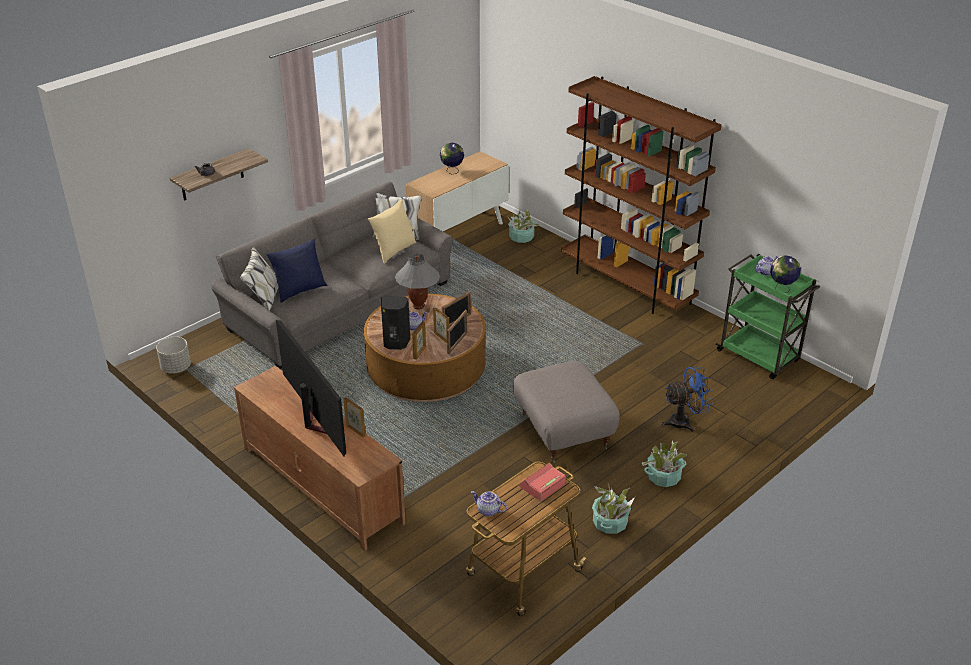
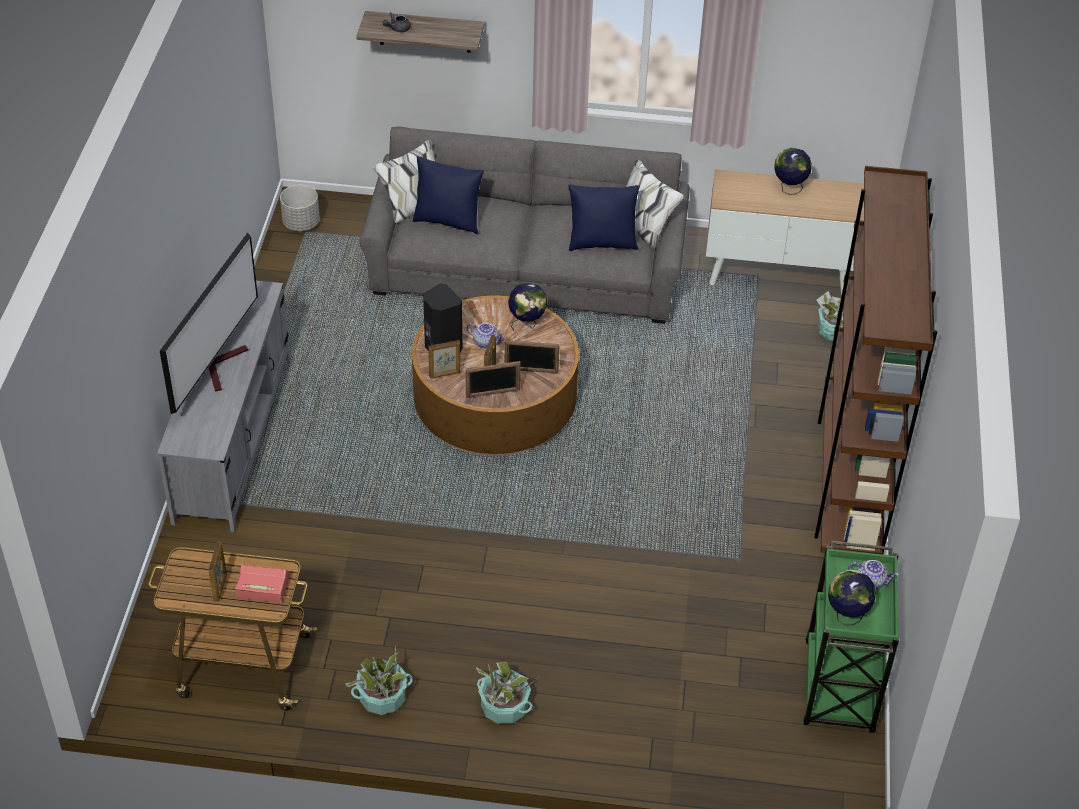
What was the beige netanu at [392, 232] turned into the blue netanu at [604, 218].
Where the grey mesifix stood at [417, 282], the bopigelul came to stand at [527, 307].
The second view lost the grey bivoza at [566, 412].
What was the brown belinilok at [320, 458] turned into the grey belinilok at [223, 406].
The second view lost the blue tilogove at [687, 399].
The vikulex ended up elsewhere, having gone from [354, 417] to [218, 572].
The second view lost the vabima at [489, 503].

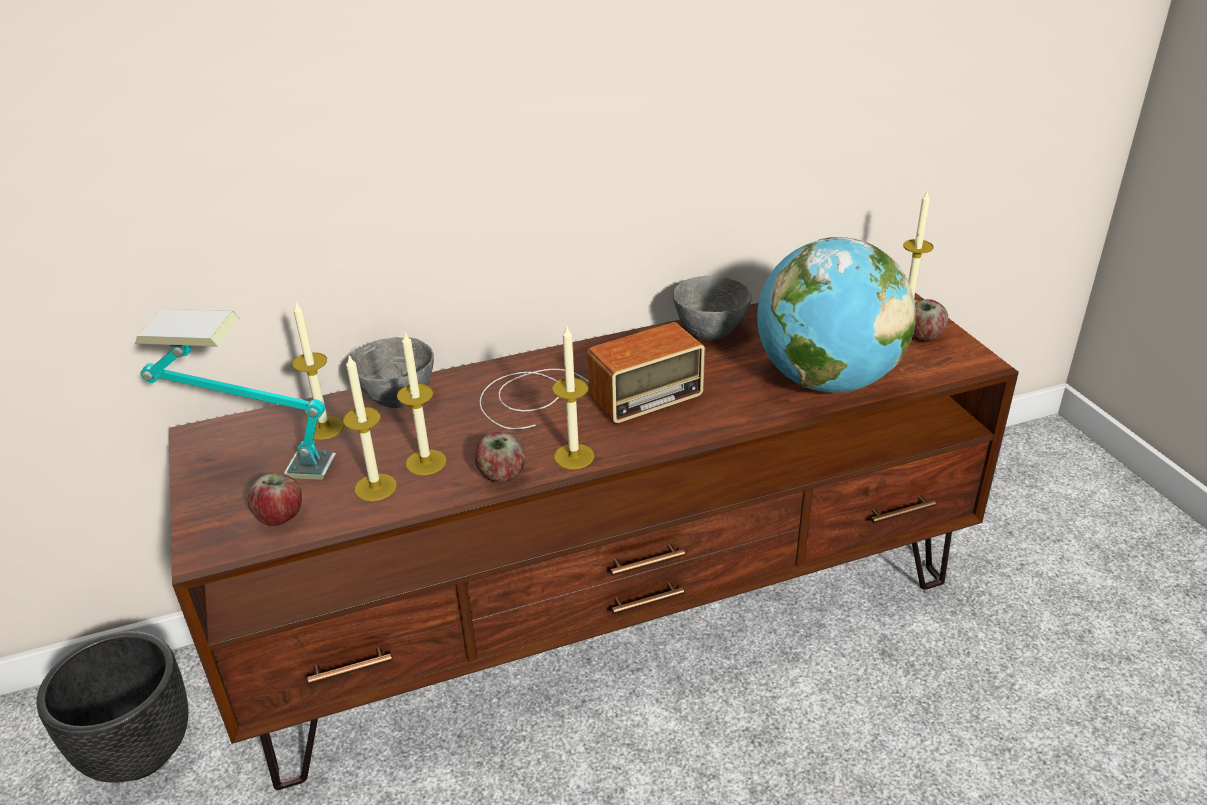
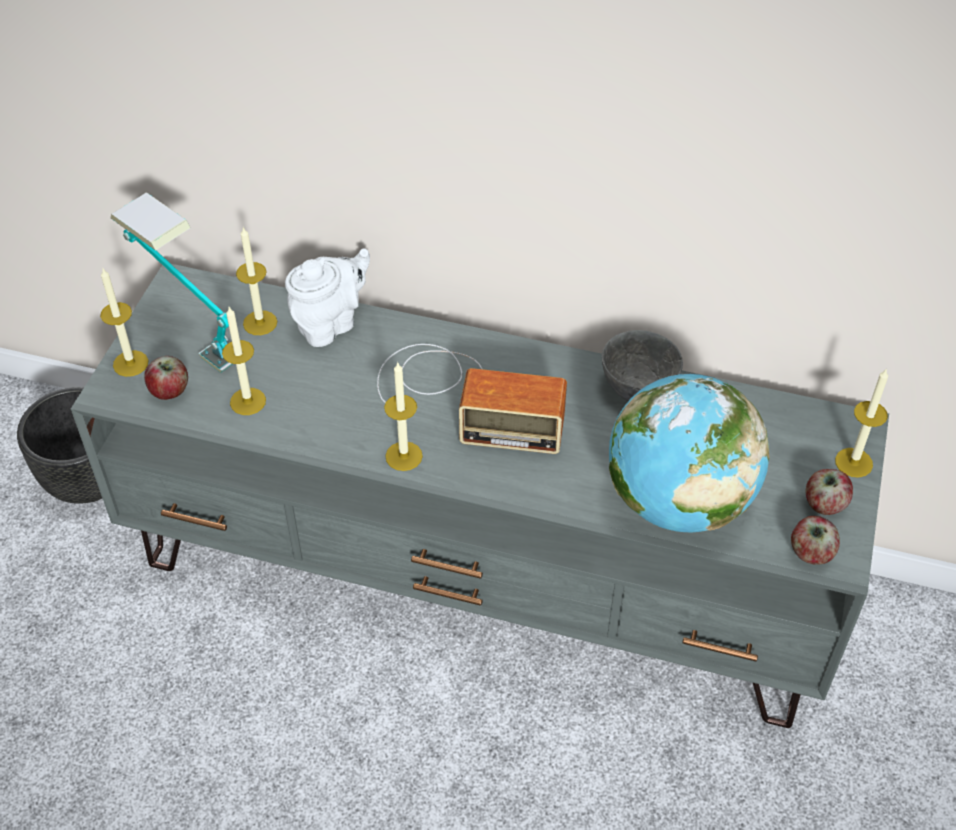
What was the brown belinilok at [594, 541] turned into the grey belinilok at [480, 496].
The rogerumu ended up elsewhere, having gone from [422, 404] to [124, 323].
Where the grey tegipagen stood at [392, 372], the white vabima came to stand at [327, 297].
The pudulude ended up elsewhere, having gone from [500, 457] to [815, 540].

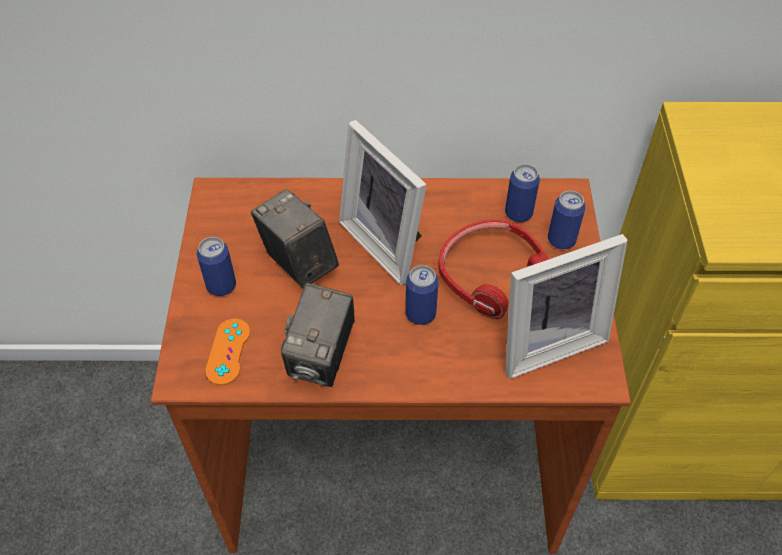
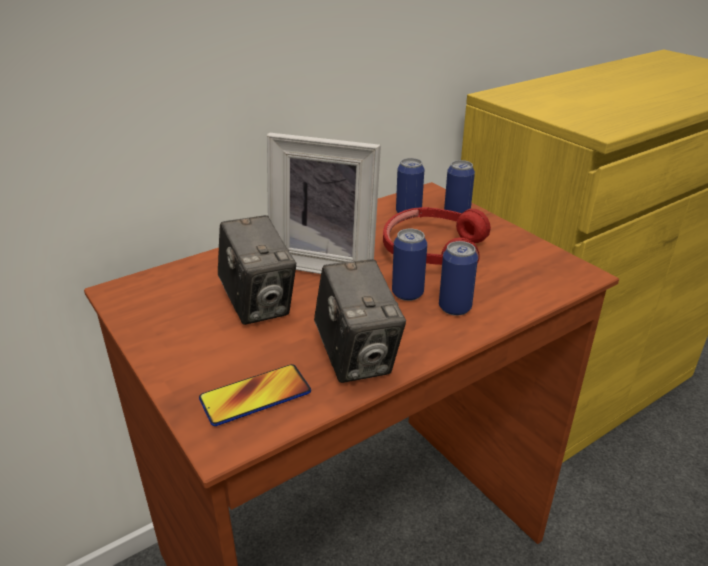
The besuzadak at [295, 238] ended up facing another way, 135 degrees counterclockwise from before.
The second view lost the vikulex at [566, 306].
The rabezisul ended up elsewhere, having gone from [216, 266] to [458, 278].
Where the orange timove stood at [227, 352], the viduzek came to stand at [255, 395].

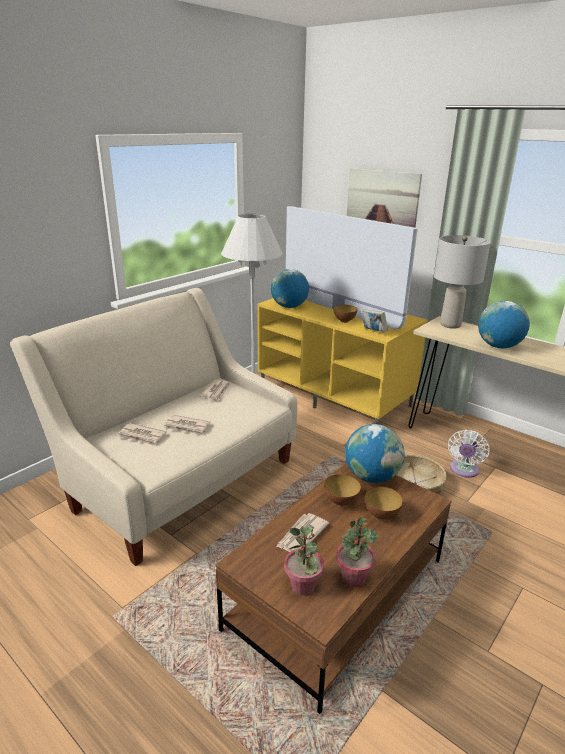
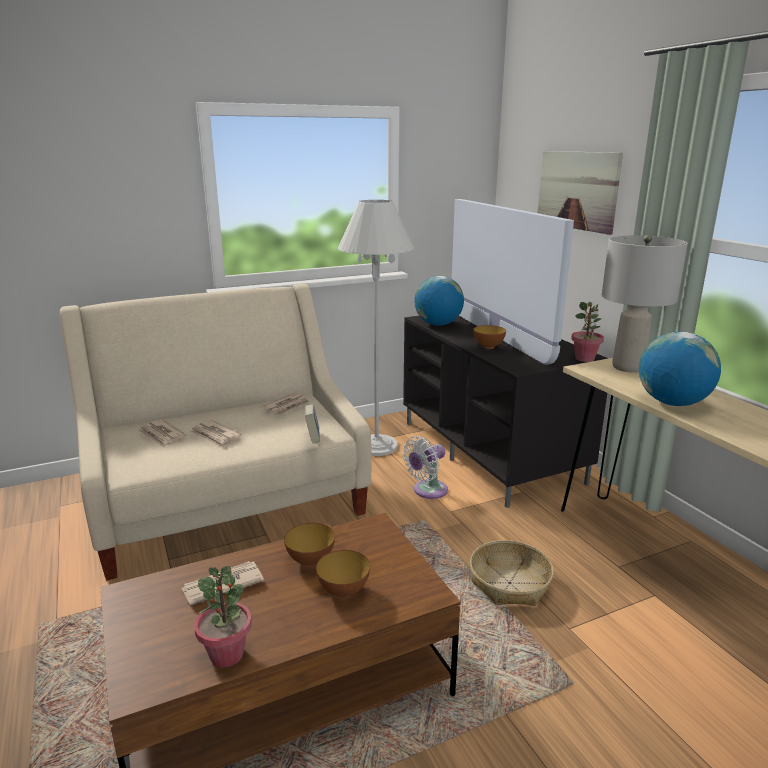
What was the yellow belinilok at [342, 361] turned into the black belinilok at [506, 412].
The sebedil ended up elsewhere, having gone from [374, 320] to [312, 423].
The second view lost the bopigelul at [374, 453].
The white tilogove ended up elsewhere, having gone from [469, 454] to [425, 467].
The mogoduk ended up elsewhere, having gone from [304, 560] to [587, 332].

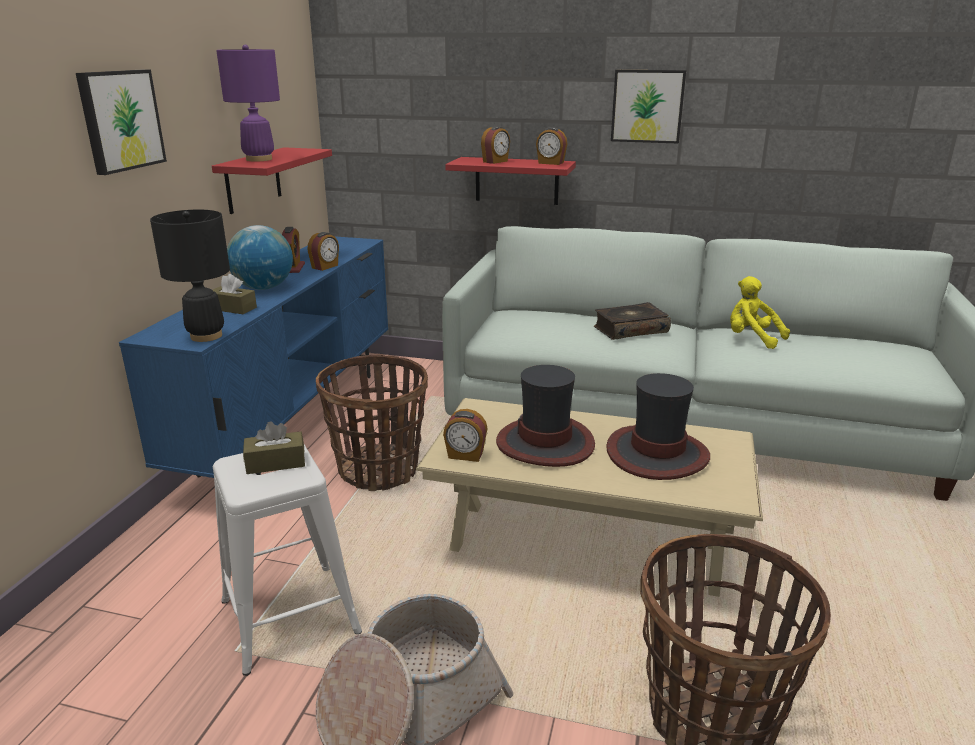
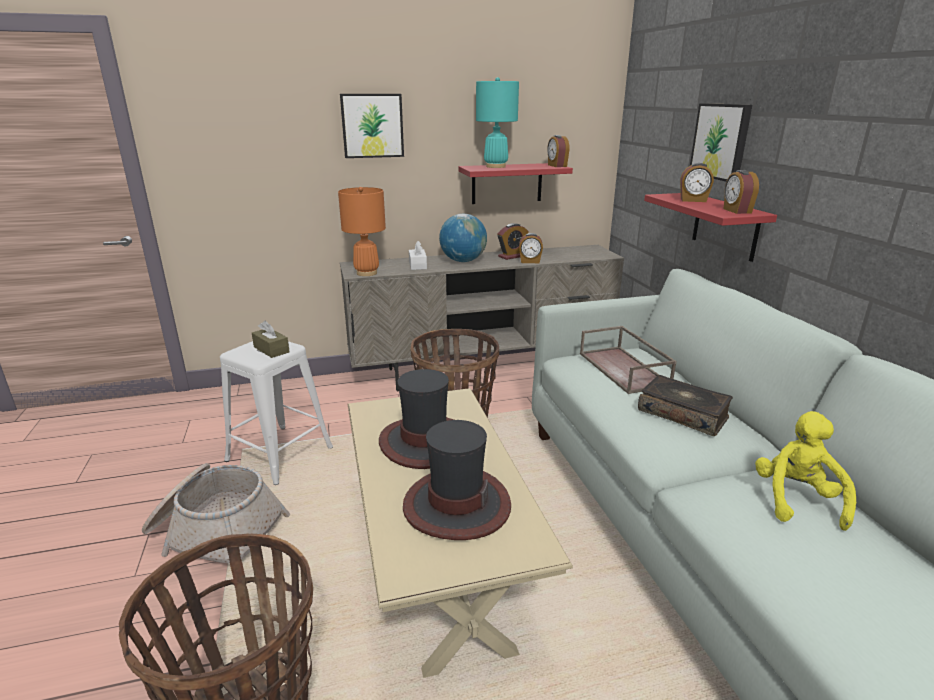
What was the purple mesifix at [248, 102] turned into the turquoise mesifix at [497, 122].
The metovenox ended up elsewhere, having gone from [648, 107] to [721, 142].
What was the black mesifix at [190, 276] turned into the orange mesifix at [362, 231].
What was the blue belinilok at [253, 357] turned into the beige belinilok at [482, 318].
What was the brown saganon at [235, 294] turned into the white saganon at [418, 255].
The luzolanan ended up elsewhere, having gone from [465, 435] to [558, 151].
The second view gained the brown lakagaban at [628, 360].

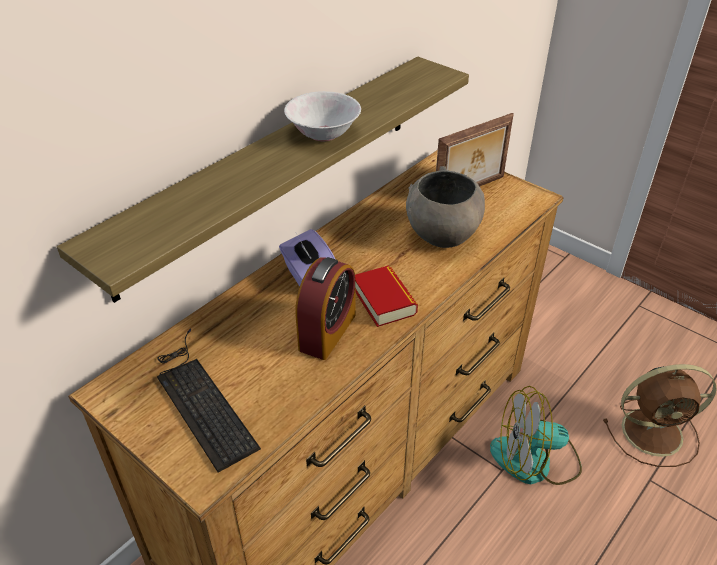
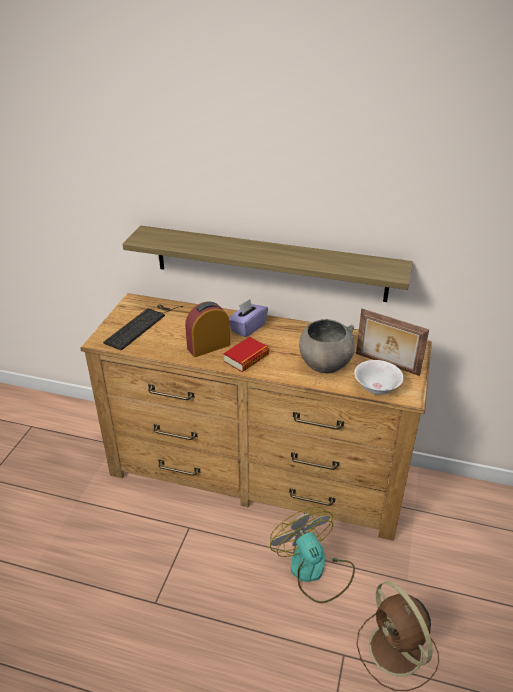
The white tegipagen ended up elsewhere, having gone from [322, 116] to [379, 377].
The luzolanan at [325, 308] ended up facing another way, 150 degrees clockwise from before.

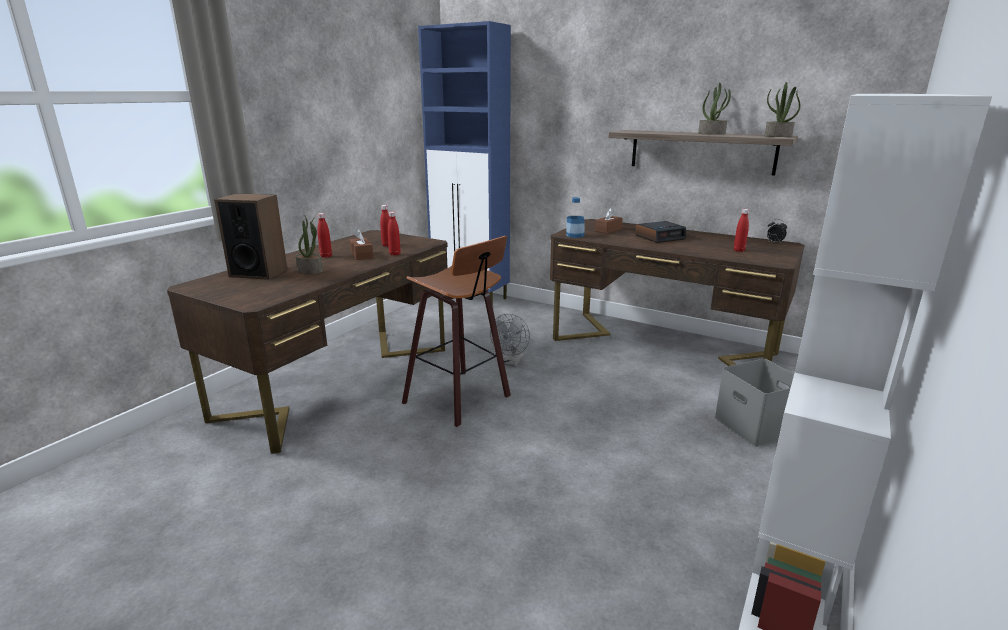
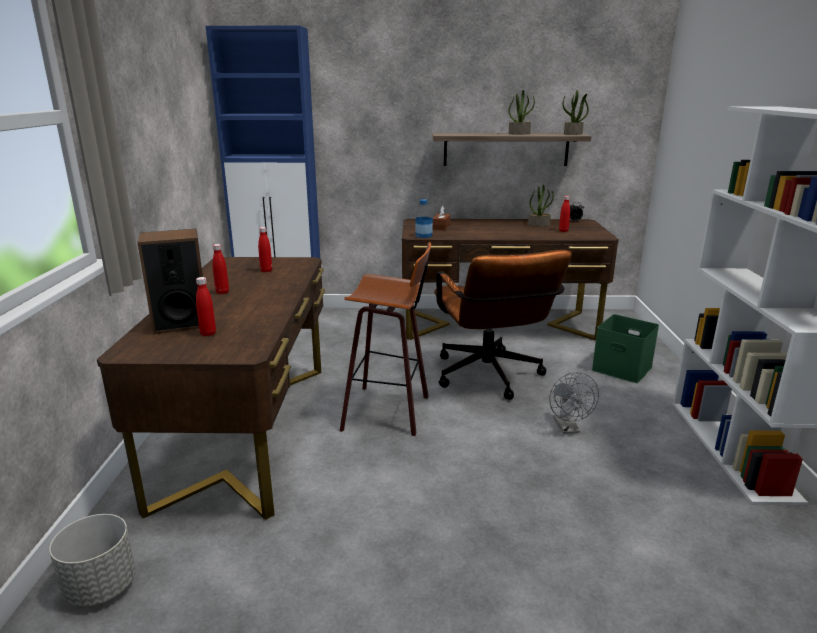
The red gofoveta ended up elsewhere, having gone from [394, 234] to [206, 306].
The mogoduk ended up elsewhere, having gone from [309, 244] to [541, 206].
The second view lost the luzolanan at [660, 232].
The second view lost the brown saganon at [361, 244].
The grey tilogove ended up elsewhere, having gone from [510, 340] to [574, 403].
What was the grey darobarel at [754, 403] turned into the green darobarel at [625, 348].
The second view gained the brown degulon at [503, 325].
The second view gained the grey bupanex at [92, 560].

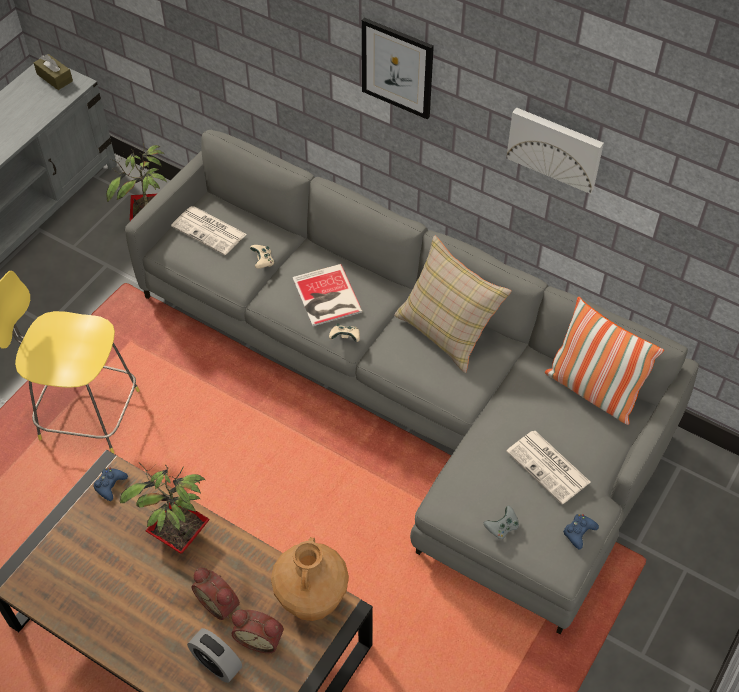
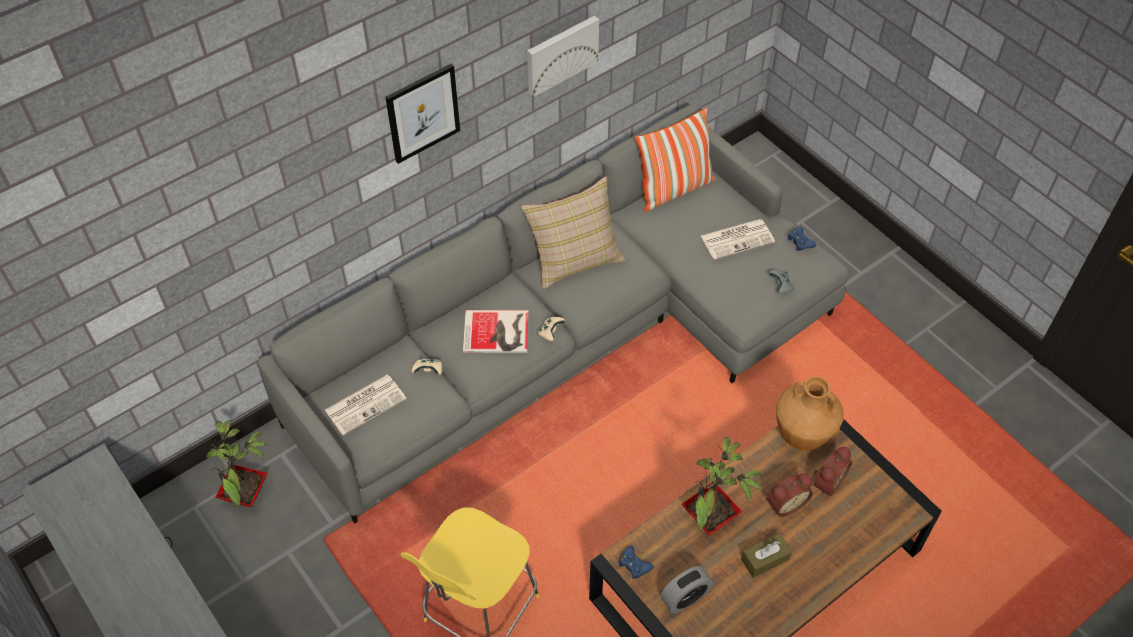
The brown saganon ended up elsewhere, having gone from [53, 72] to [766, 555].
The luzolanan ended up elsewhere, having gone from [214, 655] to [687, 589].

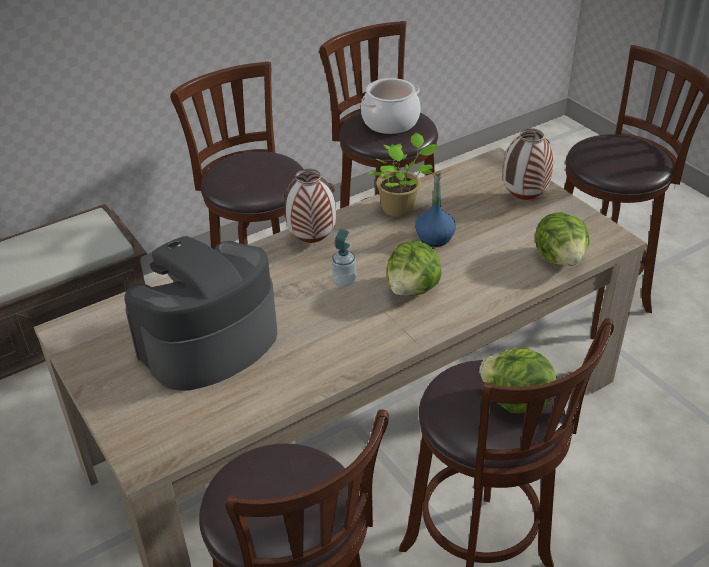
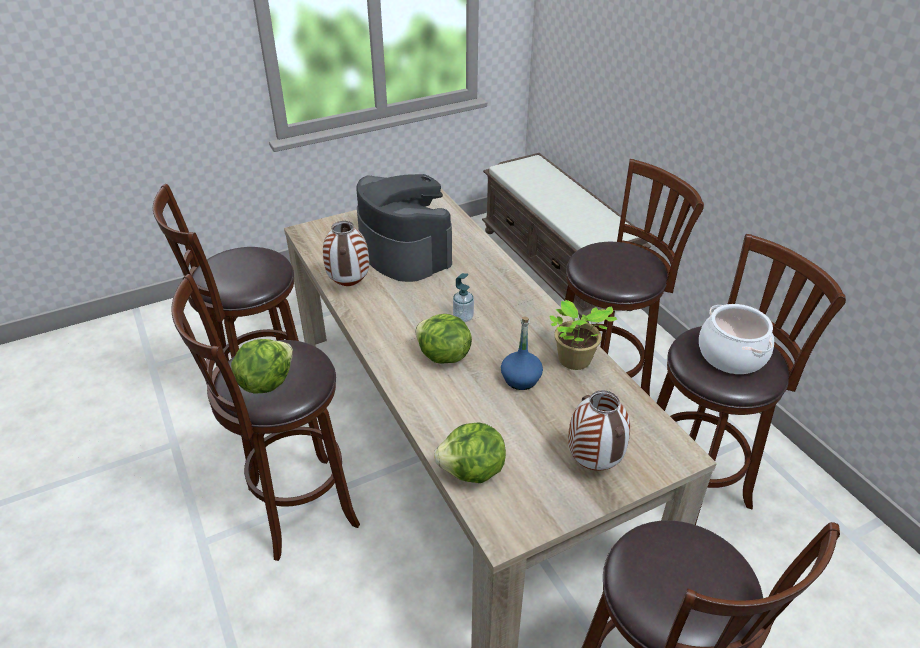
The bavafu ended up elsewhere, having gone from [309, 206] to [346, 253].

